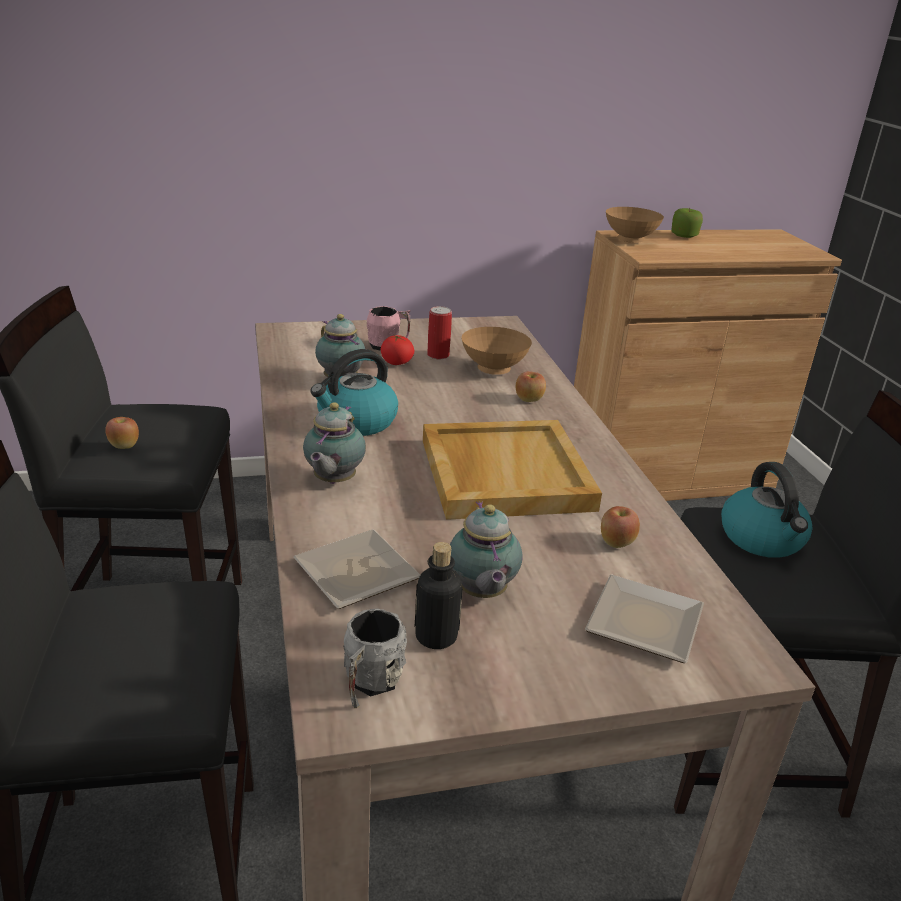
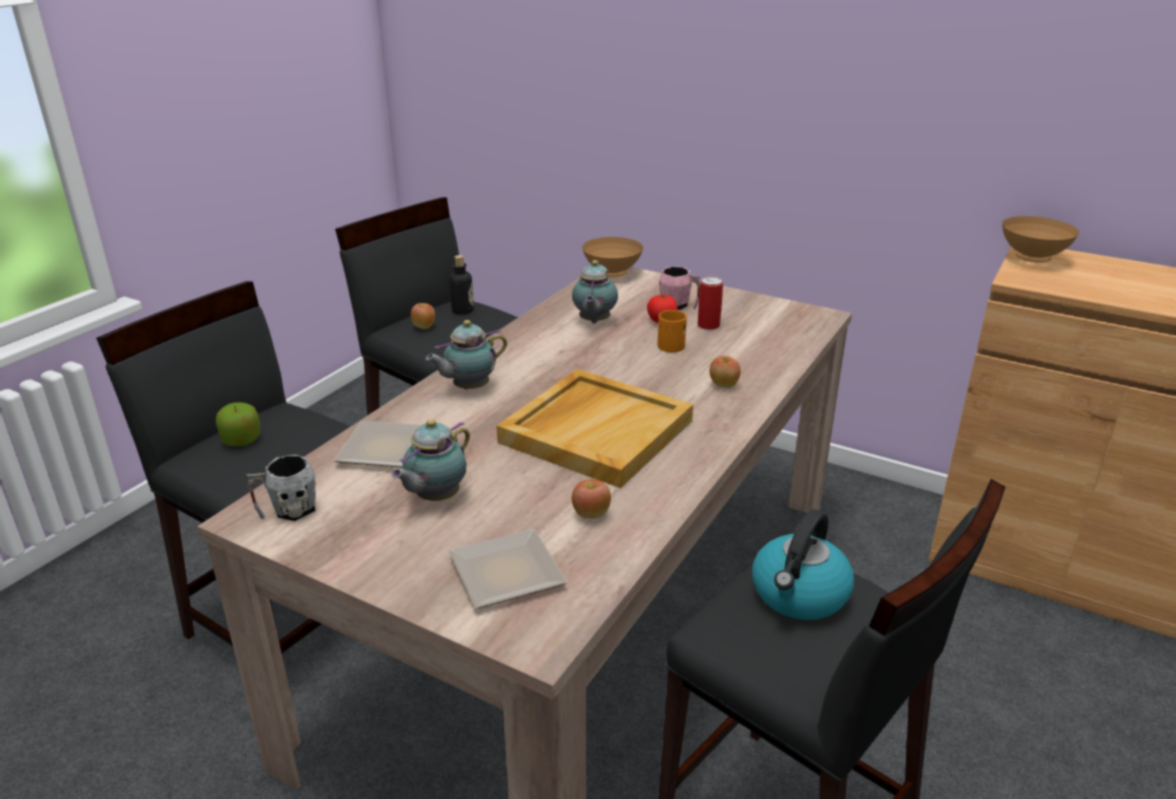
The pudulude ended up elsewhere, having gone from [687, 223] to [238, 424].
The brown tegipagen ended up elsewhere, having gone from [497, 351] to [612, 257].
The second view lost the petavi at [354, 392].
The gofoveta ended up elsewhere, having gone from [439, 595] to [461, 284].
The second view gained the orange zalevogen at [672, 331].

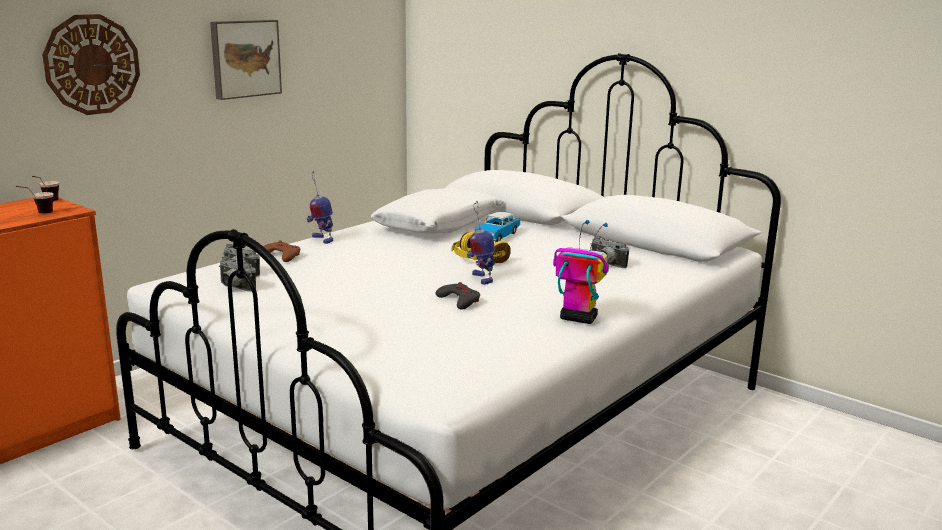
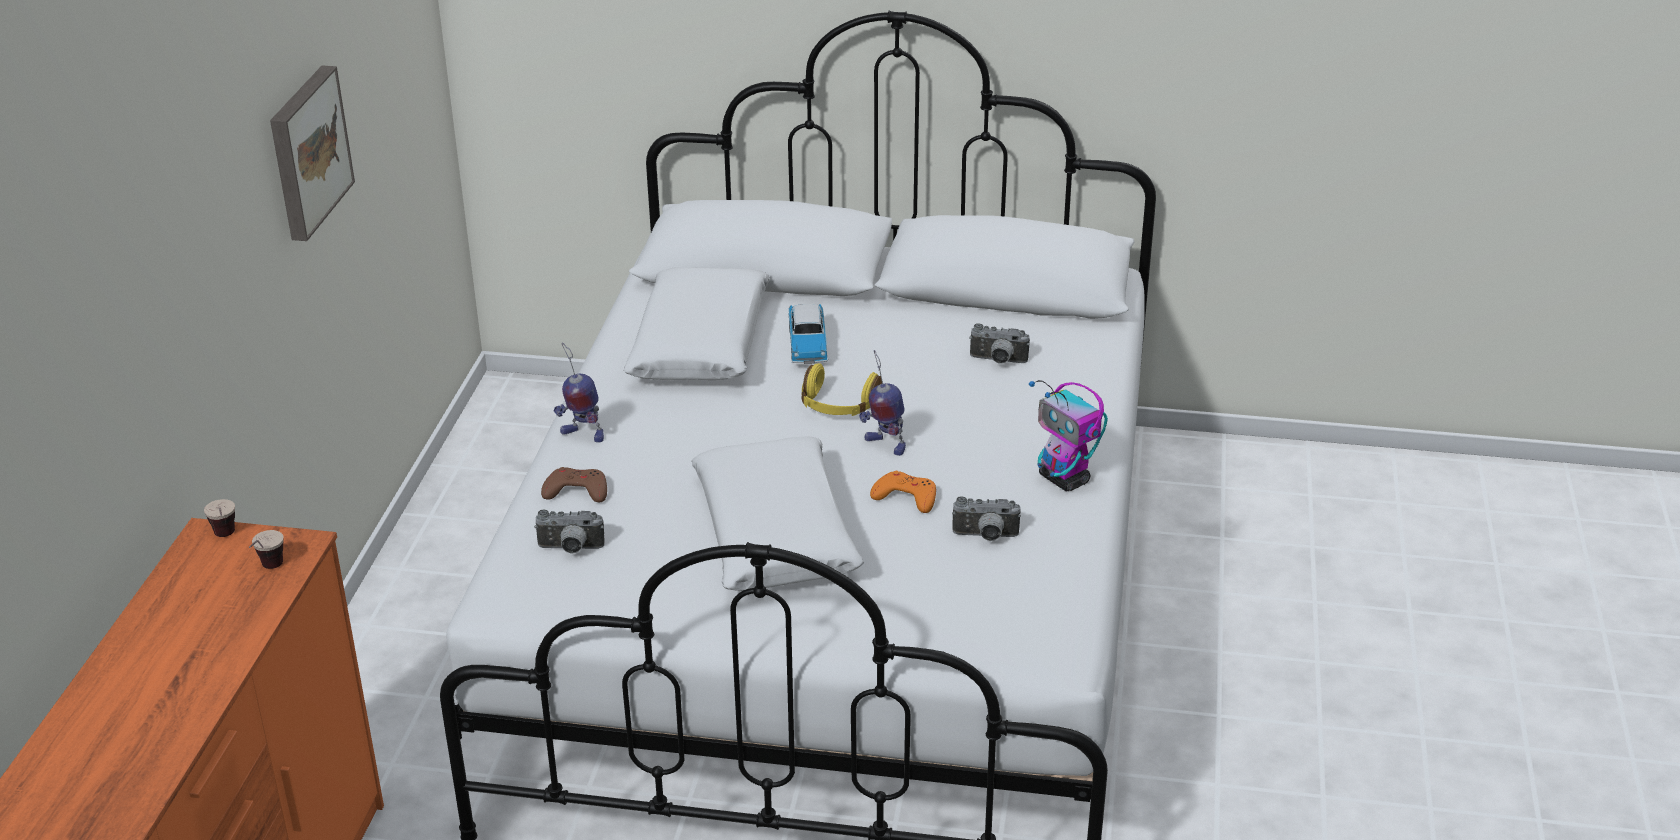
The second view lost the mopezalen at [91, 64].
The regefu at [581, 272] ended up facing another way, 120 degrees counterclockwise from before.
The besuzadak ended up elsewhere, having gone from [237, 274] to [986, 518].
What was the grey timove at [458, 296] turned into the orange timove at [903, 492].
The second view gained the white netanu at [777, 513].

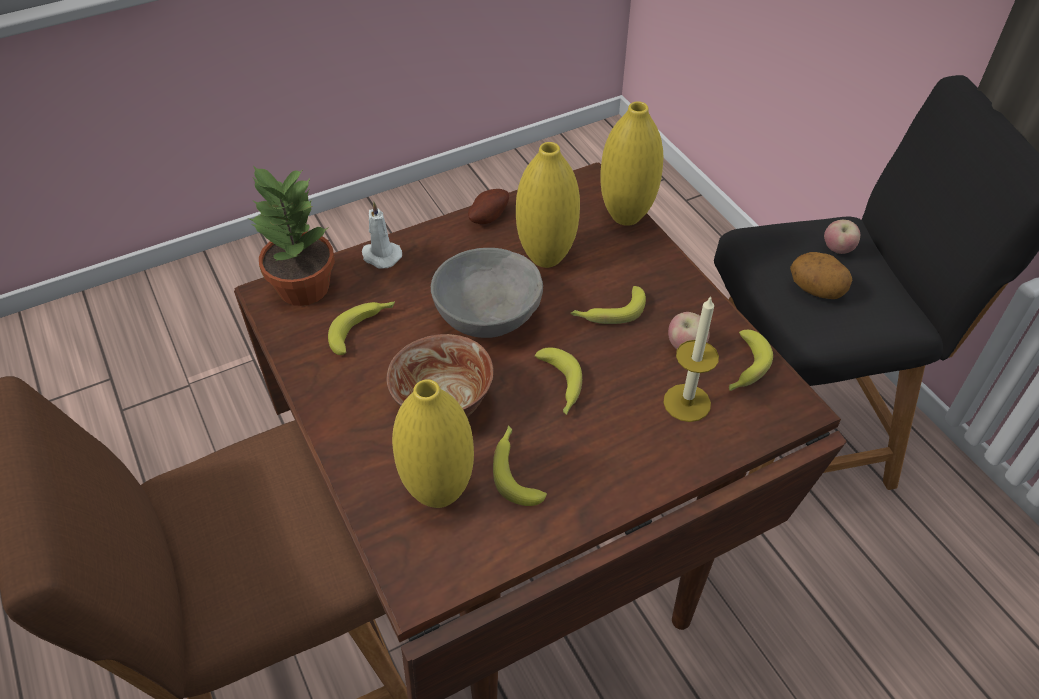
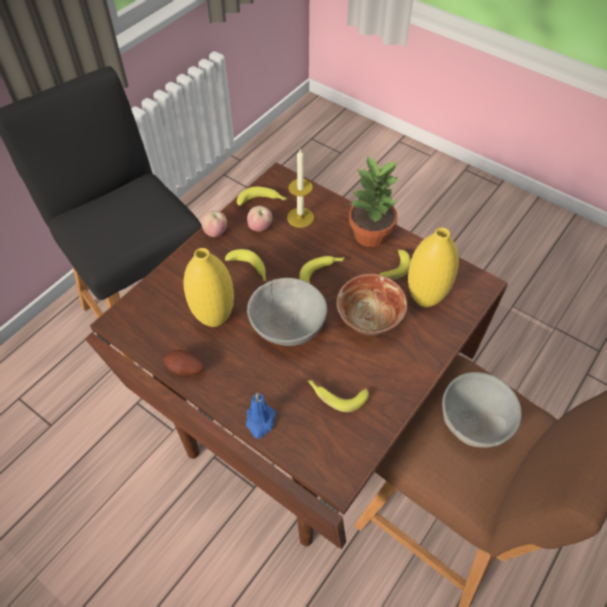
The second view lost the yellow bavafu at [631, 163].
The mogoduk ended up elsewhere, having gone from [291, 235] to [374, 201].
What was the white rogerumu at [382, 235] turned into the blue rogerumu at [261, 415].
The pudulude ended up elsewhere, having gone from [842, 237] to [214, 224].
The second view lost the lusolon at [821, 275].
The second view gained the grey tegipagen at [482, 410].

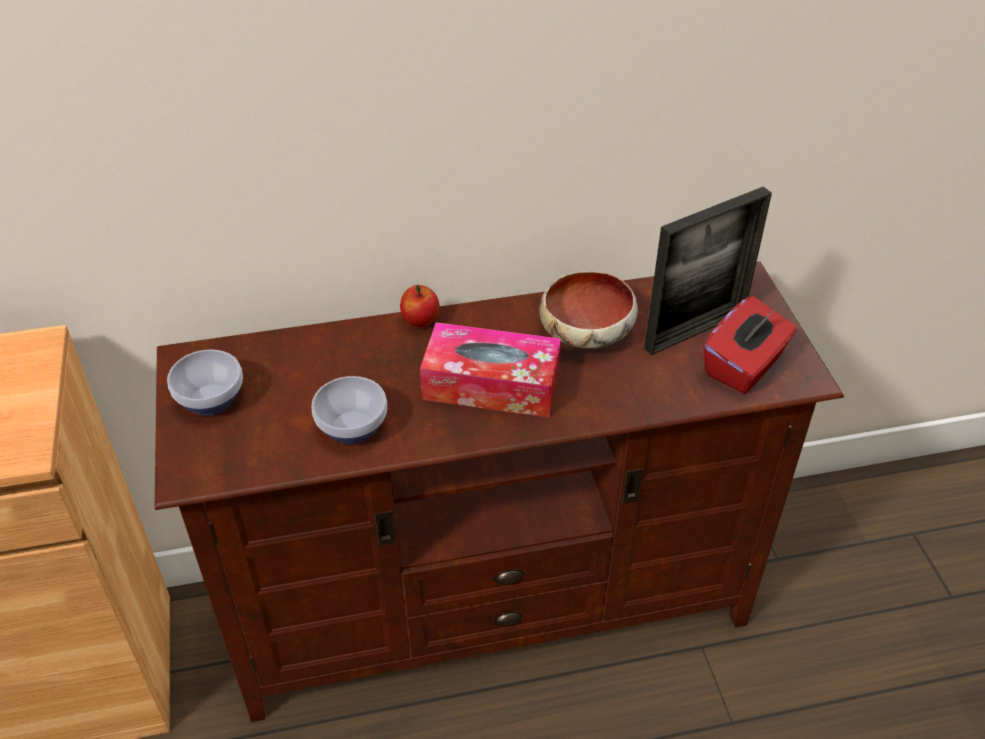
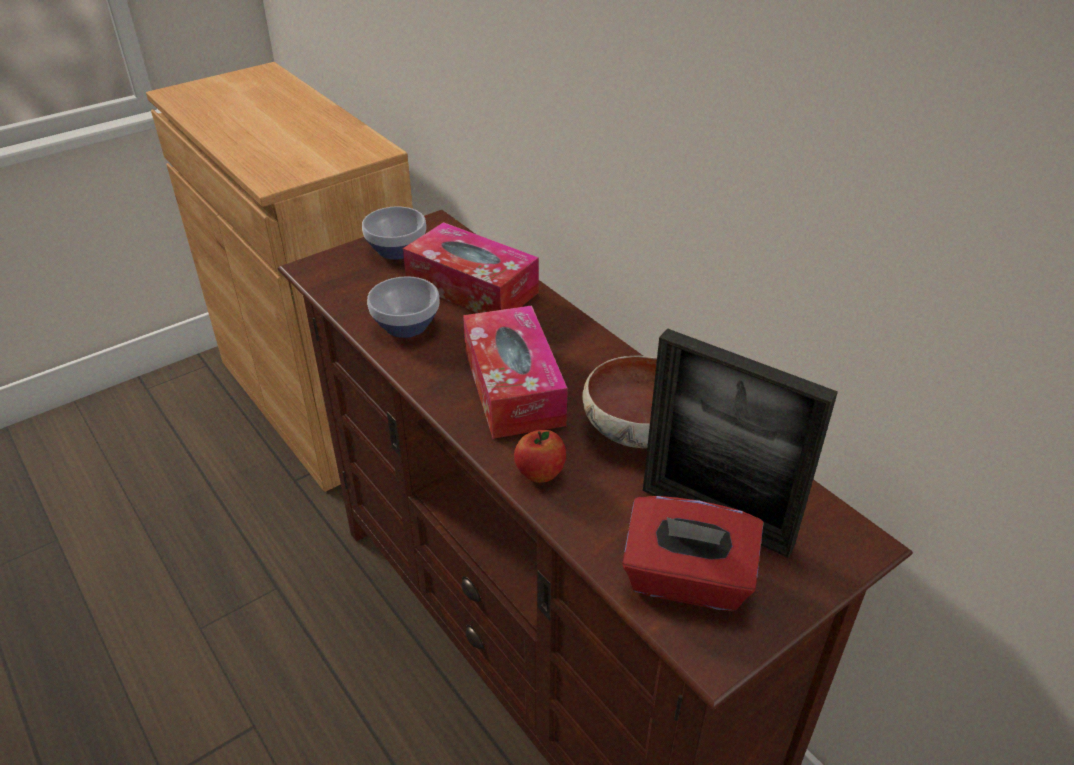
The pudulude ended up elsewhere, having gone from [420, 306] to [540, 456].
The second view gained the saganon at [471, 267].

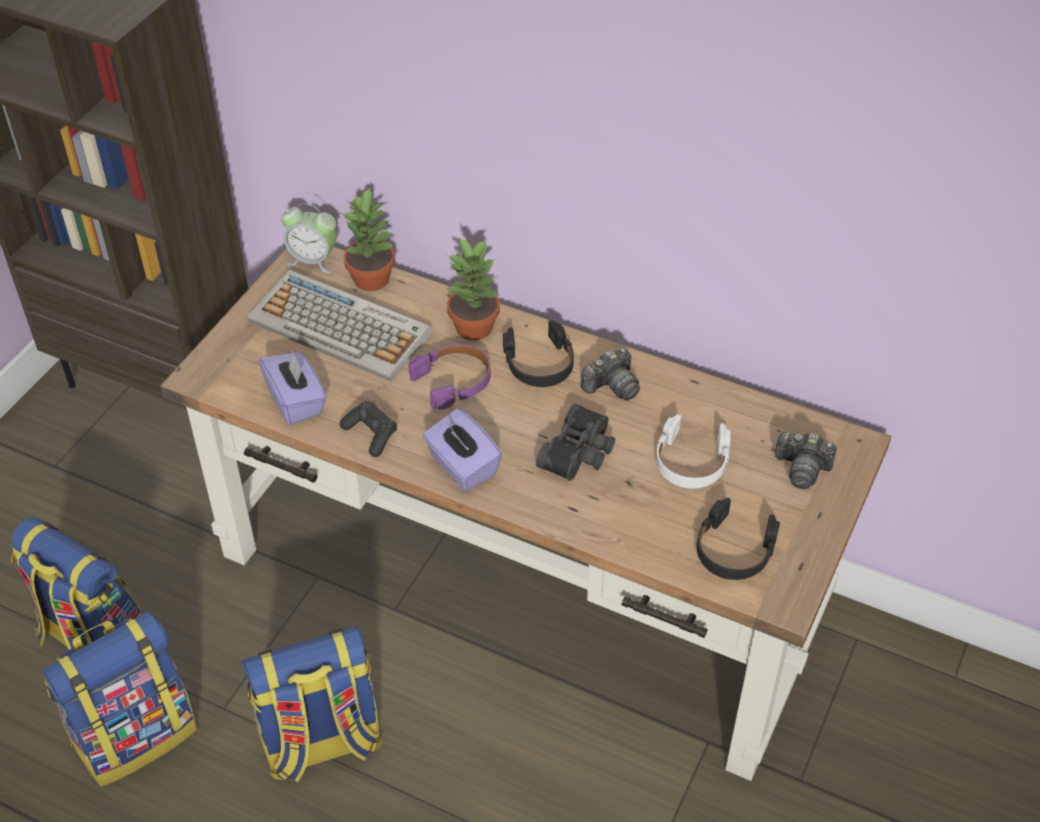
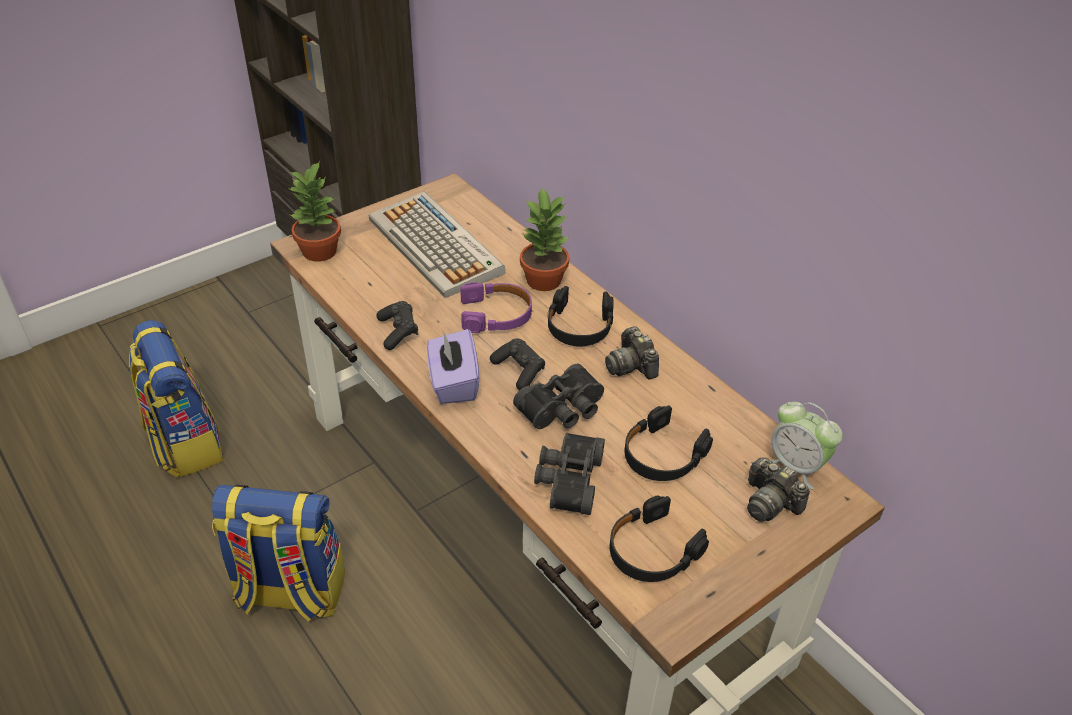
The mogoduk ended up elsewhere, having gone from [368, 239] to [314, 211].
The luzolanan ended up elsewhere, having gone from [308, 238] to [805, 445].
The besuzadak at [610, 374] ended up facing another way, 75 degrees clockwise from before.
The second view lost the purple saganon at [293, 387].
What was the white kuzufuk at [693, 451] turned into the black kuzufuk at [669, 443].
The second view lost the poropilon at [120, 699].
The second view gained the black timove at [517, 364].
The second view gained the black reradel at [569, 473].

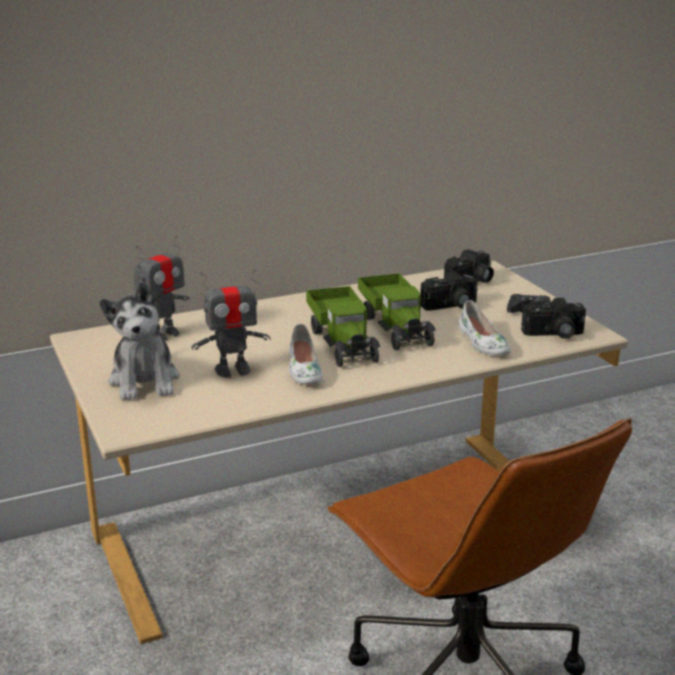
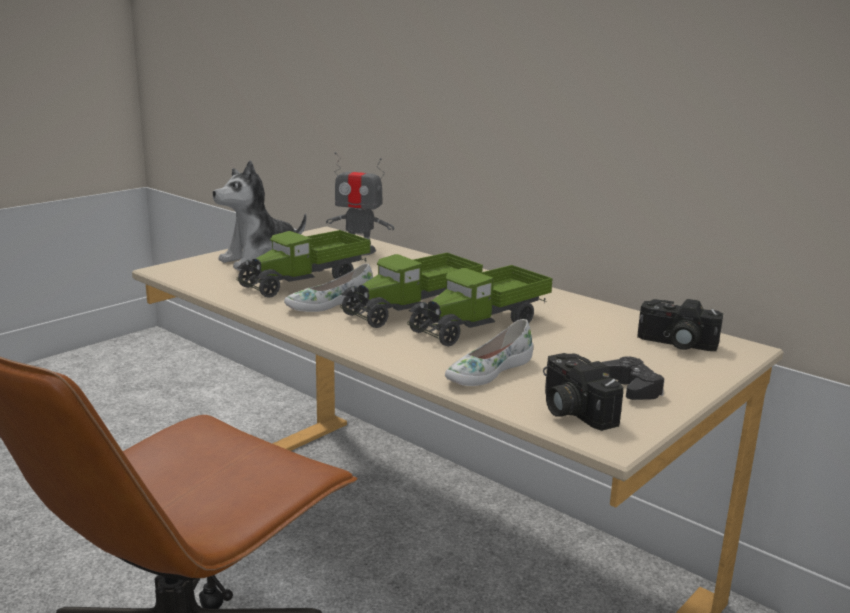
Where the regefu stood at [230, 323], the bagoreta came to stand at [303, 264].
The second view lost the besuzadak at [449, 291].

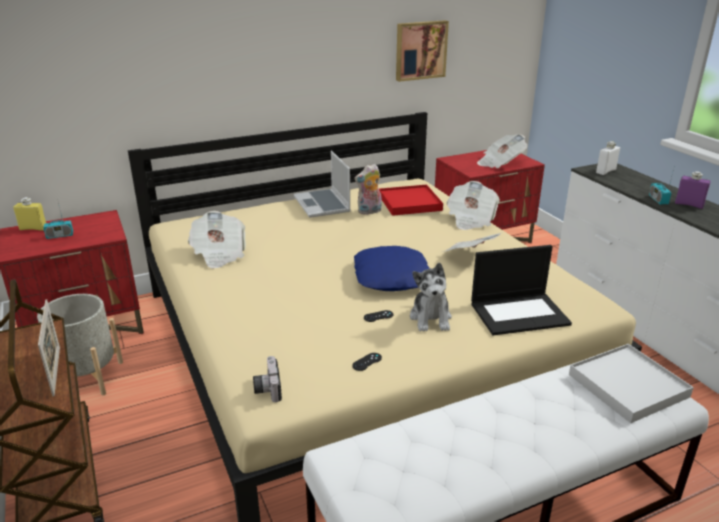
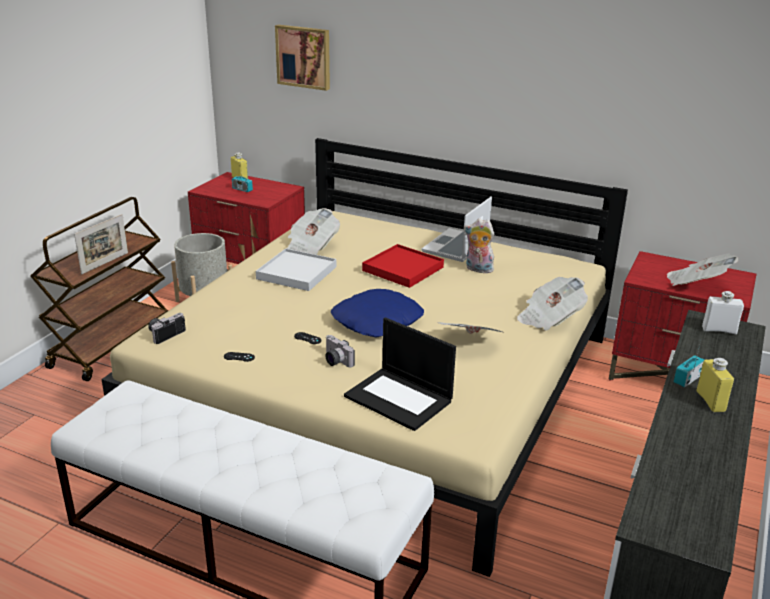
The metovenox ended up elsewhere, having gone from [422, 51] to [302, 58].
What was the purple gofoveta at [693, 190] turned into the yellow gofoveta at [715, 385].
The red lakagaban ended up elsewhere, having gone from [411, 200] to [403, 266].
Where the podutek stood at [431, 297], the besuzadak came to stand at [340, 351].
The white lakagaban ended up elsewhere, having gone from [631, 383] to [296, 269].

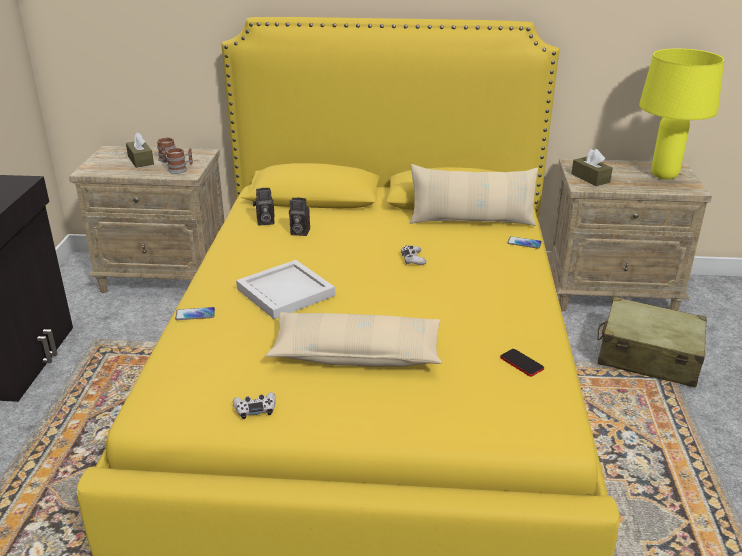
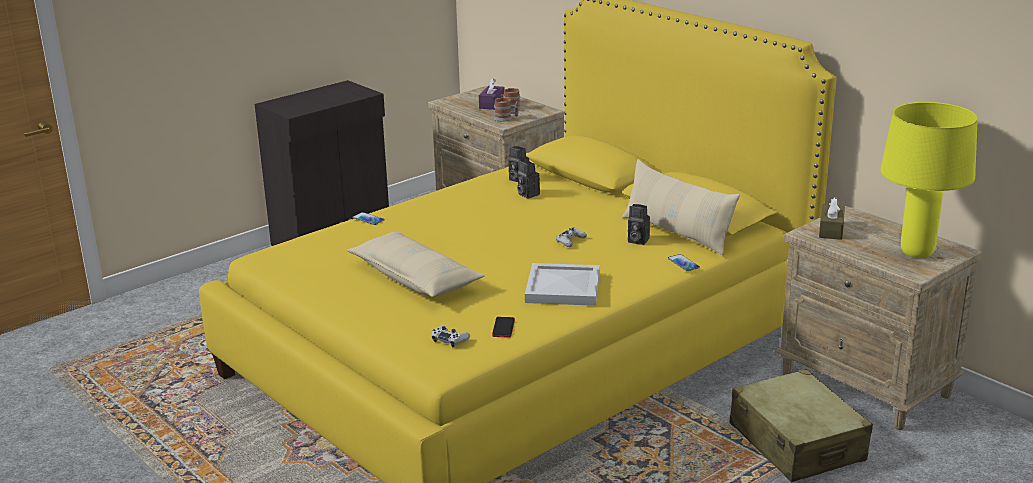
What was the brown saganon at [140, 150] turned into the purple saganon at [492, 94].
The white lakagaban ended up elsewhere, having gone from [285, 289] to [562, 284].
The white timove ended up elsewhere, having gone from [254, 405] to [451, 336].
The second view gained the besuzadak at [639, 224].

